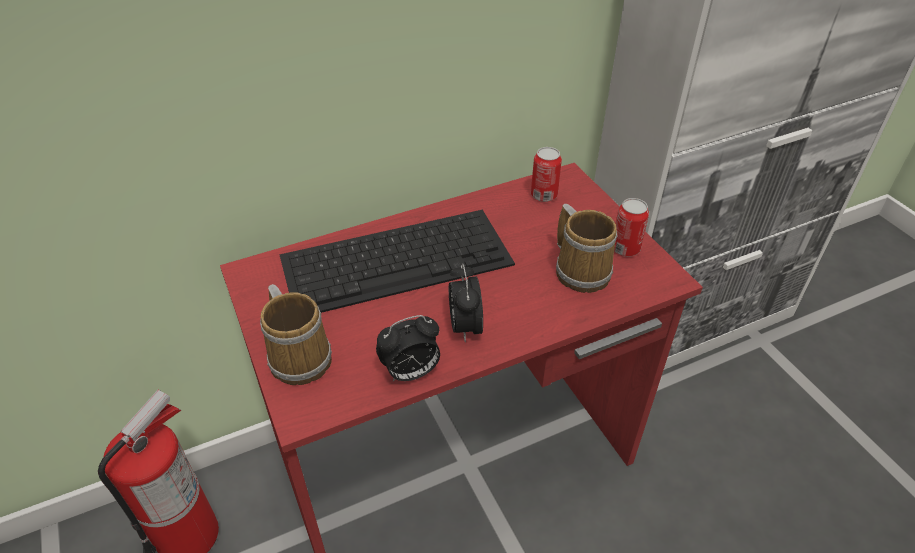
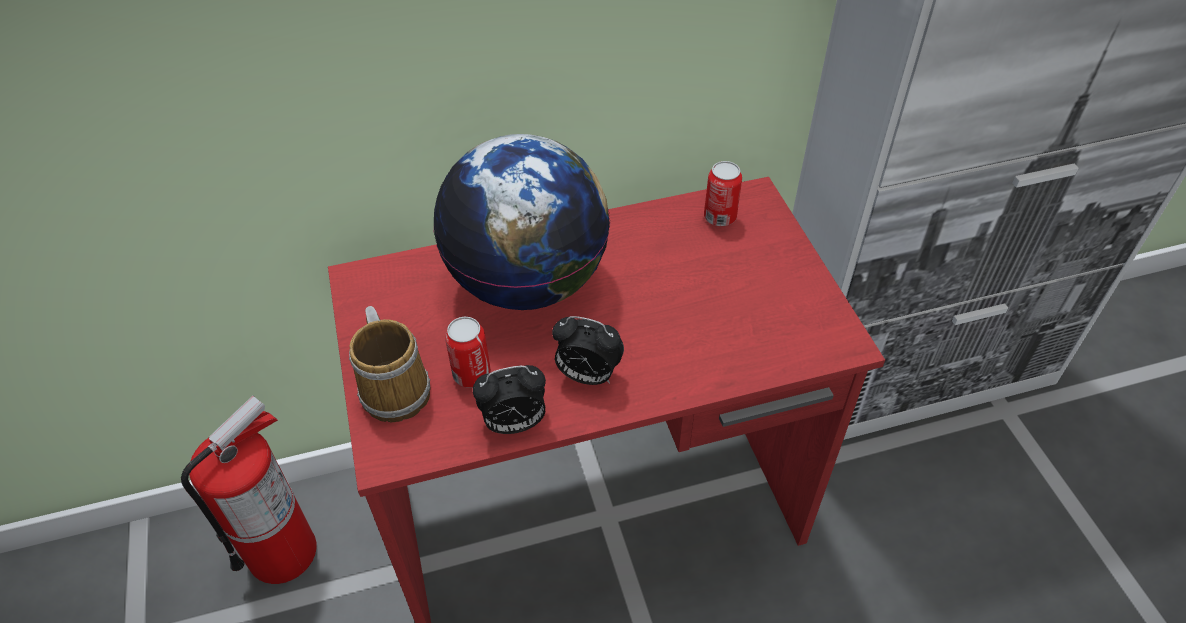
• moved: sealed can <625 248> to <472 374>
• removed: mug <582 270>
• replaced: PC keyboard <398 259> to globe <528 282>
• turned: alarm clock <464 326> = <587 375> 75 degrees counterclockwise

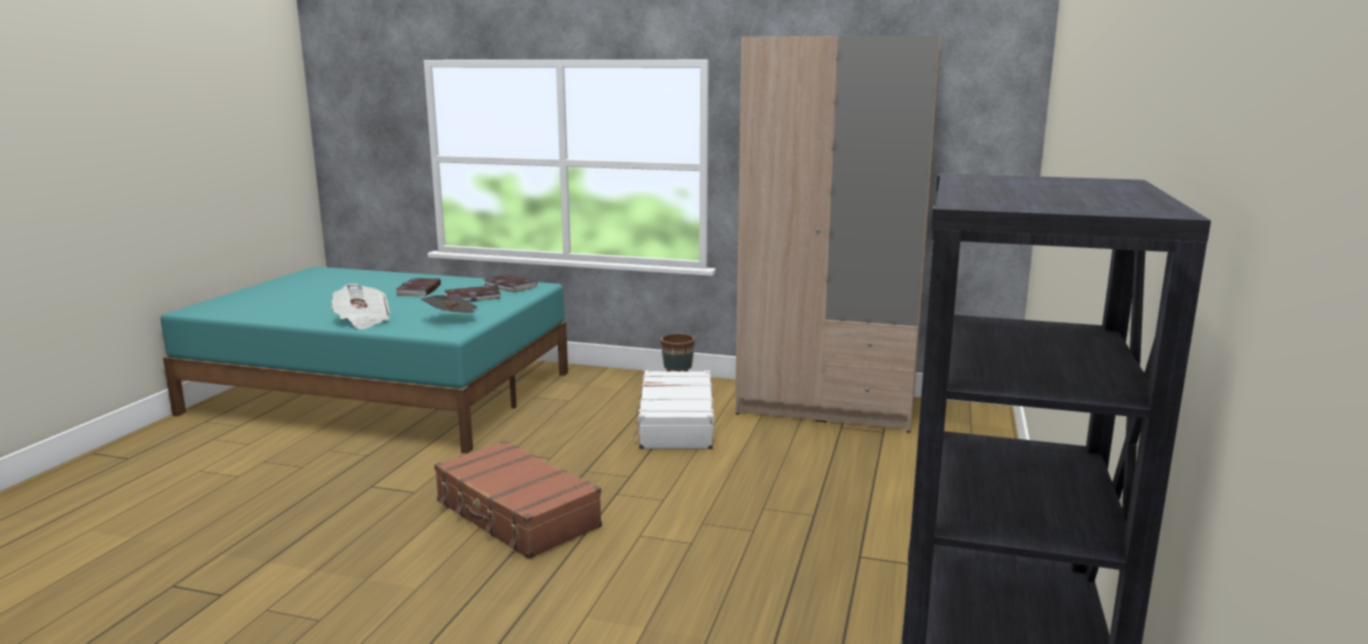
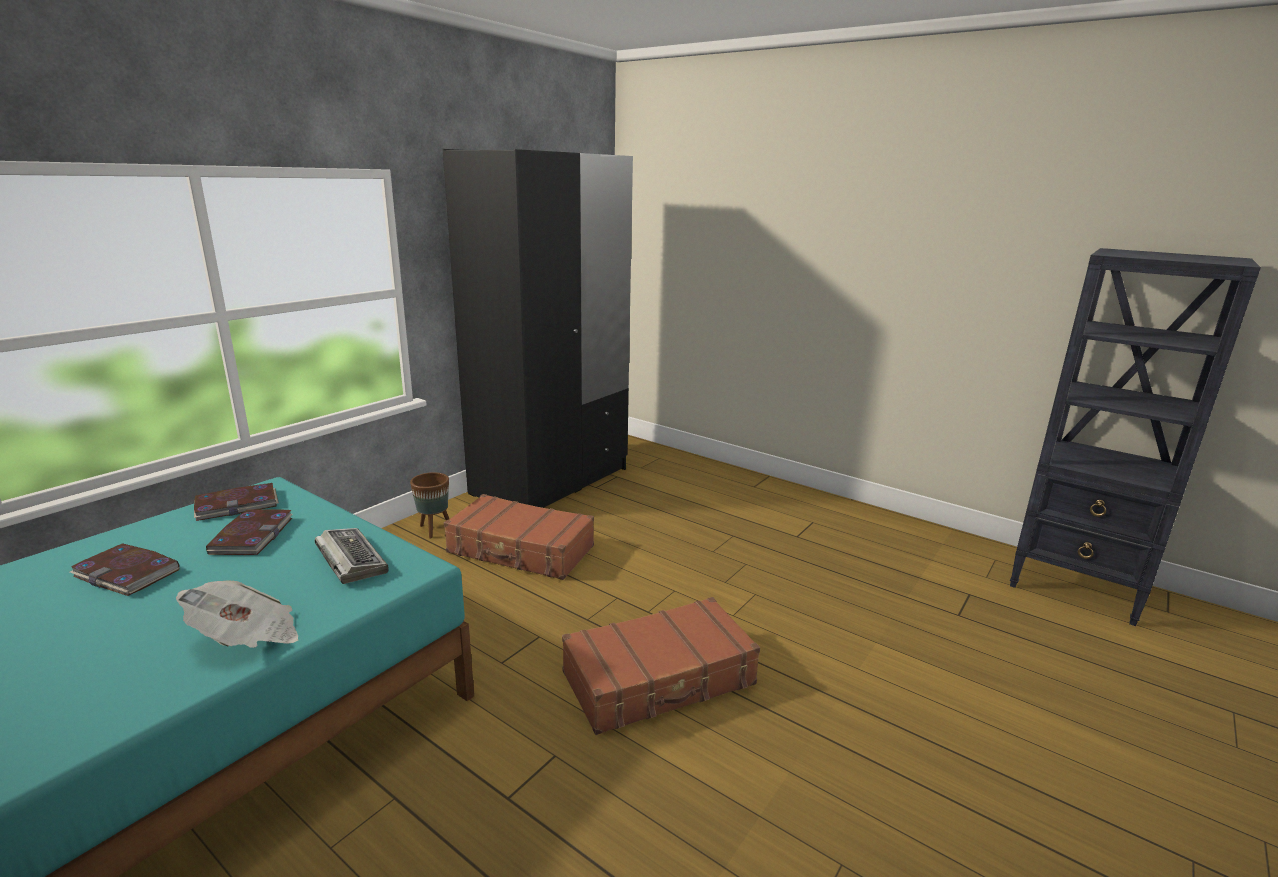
• recoloured: beige-coloured clothes cupboard <827 406> to black-coloured clothes cupboard <551 481>
• replaced: printed paper <453 319> to PC keyboard <350 560>
• recoloured: white piece of luggage <675 424> to brownish piece of luggage <520 550>

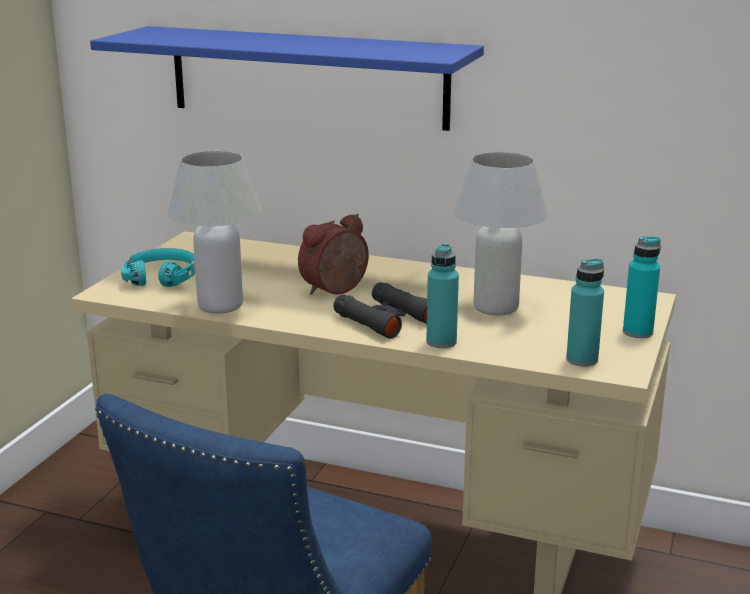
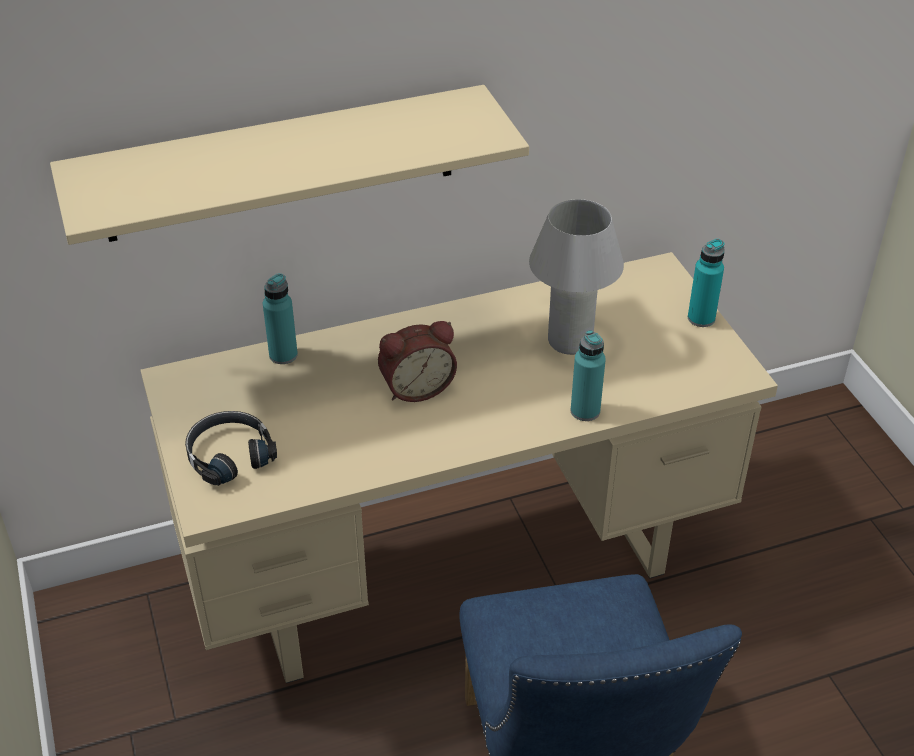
• recoloured: blue-coloured bracket shelf <307 77> to beige-coloured bracket shelf <280 164>
• removed: white tabletop lamp <220 306>
• turned: alarm clock <336 290> = <416 387> 120 degrees counterclockwise
• recoloured: turquoise-coloured headset <162 277> to black-coloured headset <229 454>
• moved: turquoise-coloured drink bottle <582 360> to <283 355>
• removed: black-coloured field glasses <385 319>

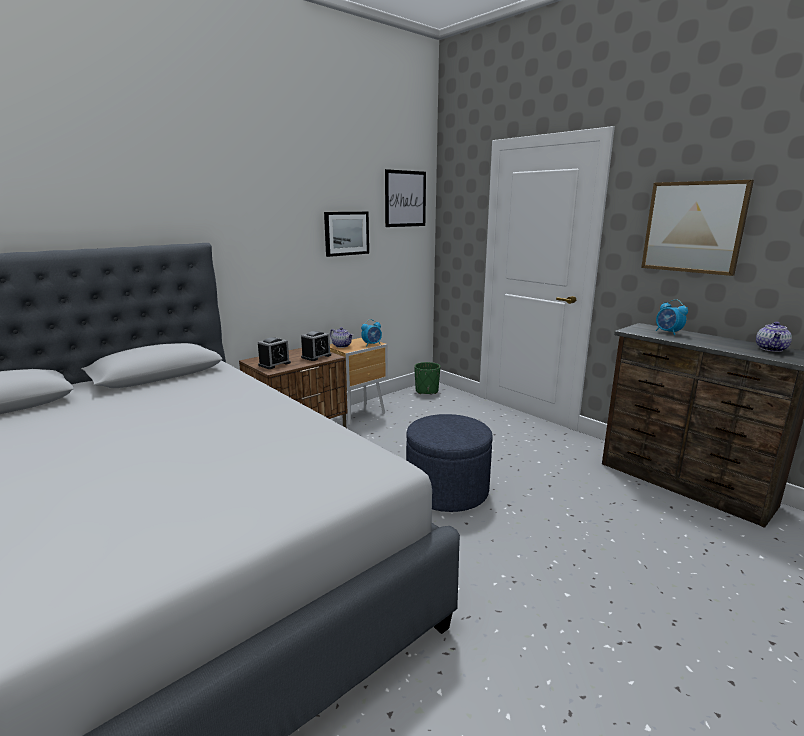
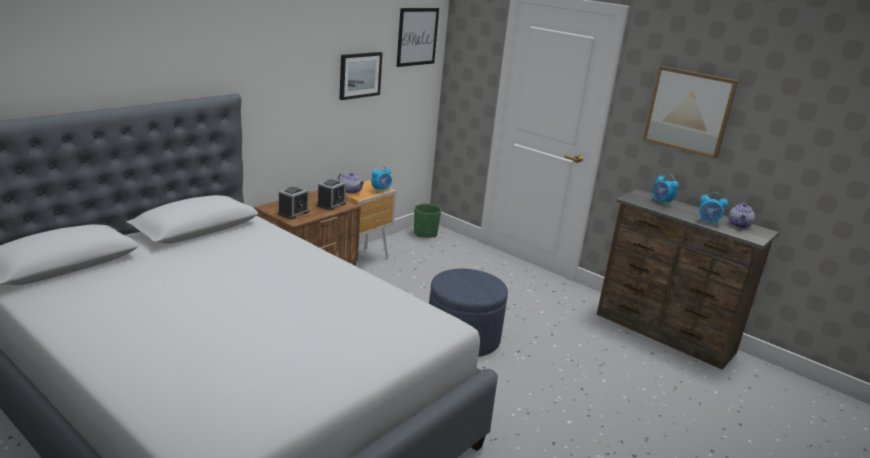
• added: alarm clock <708 222>

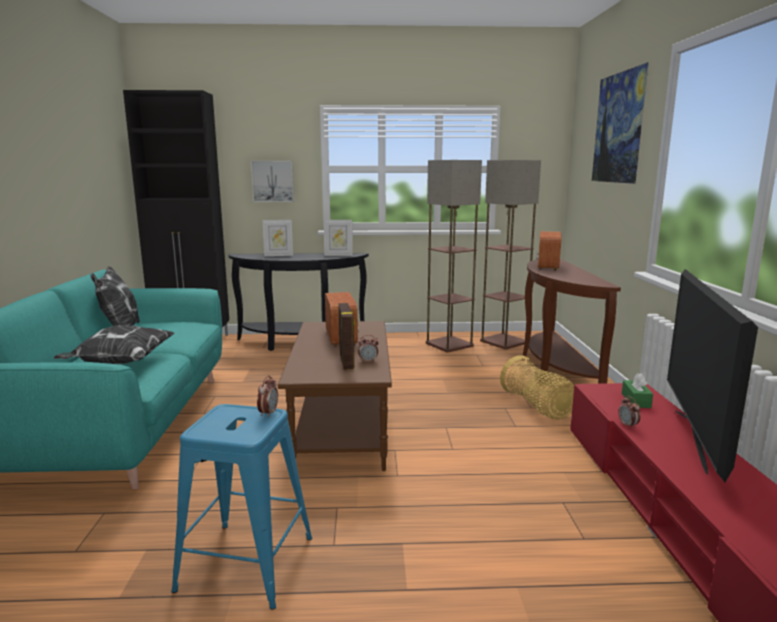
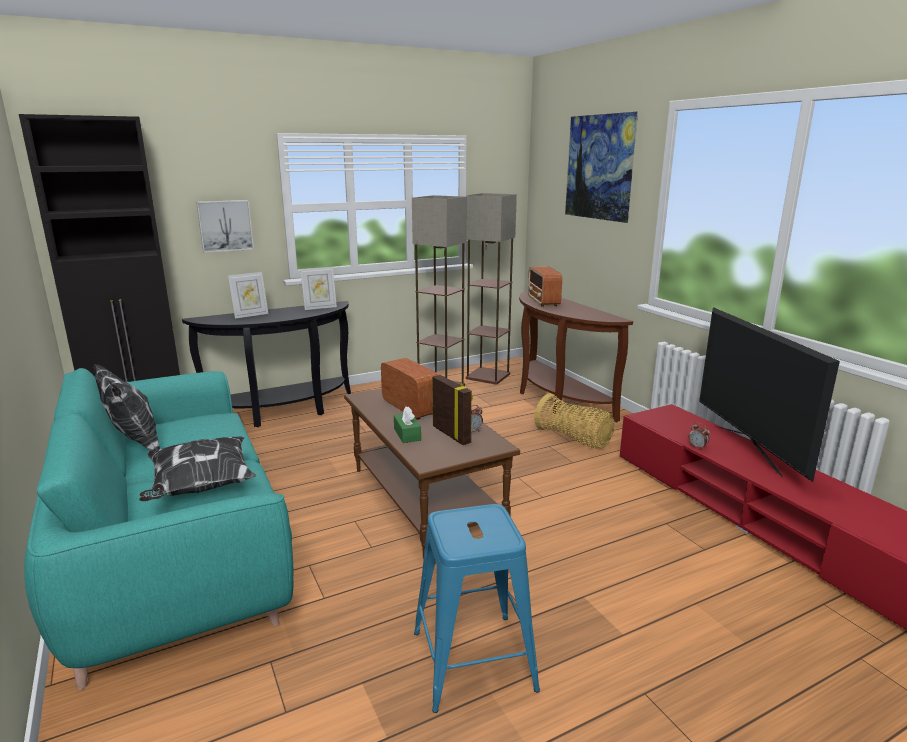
• moved: green box of tissues <636 400> to <407 434>
• removed: alarm clock <268 413>

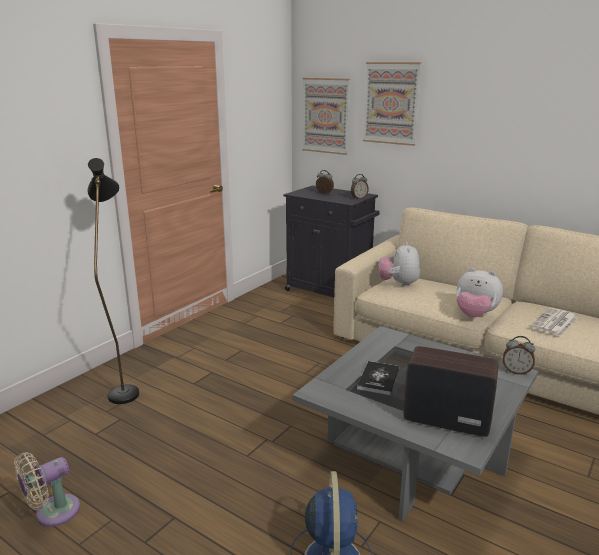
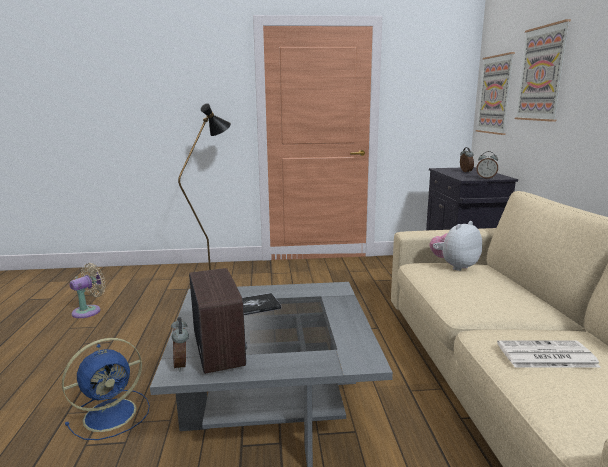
• removed: cuddly toy <475 315>
• moved: alarm clock <516 371> to <182 364>
• turned: beige-coloured cooling fan <53 513> = <89 311> 120 degrees clockwise

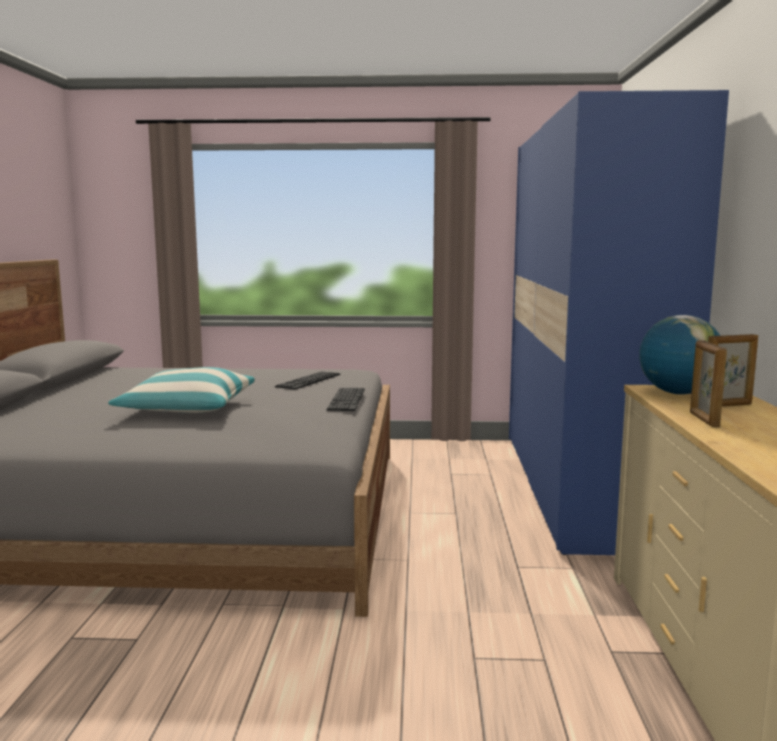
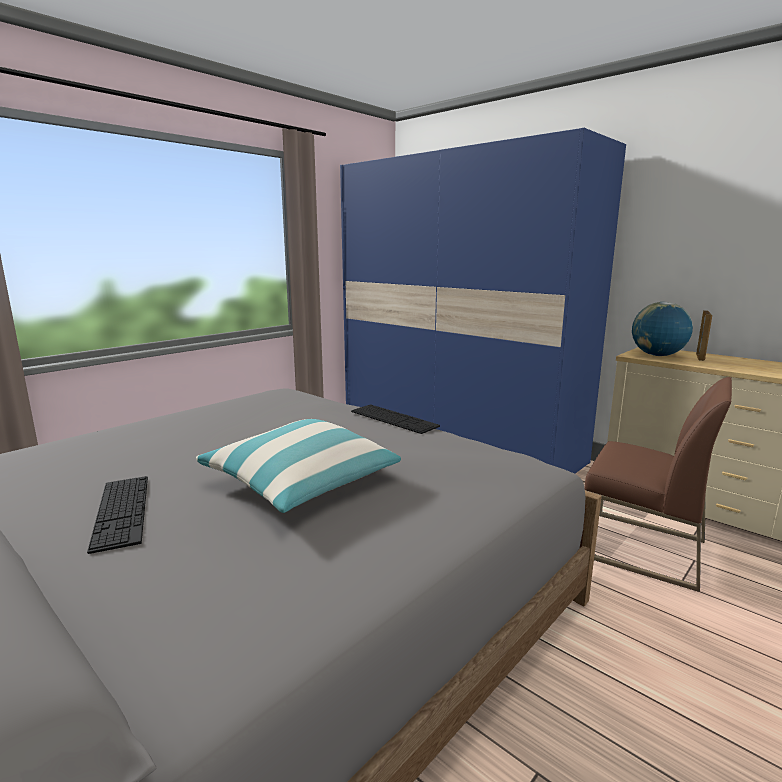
• removed: standing frame <703 420>
• moved: PC keyboard <308 380> to <121 511>
• added: brownish plain chair <641 548>

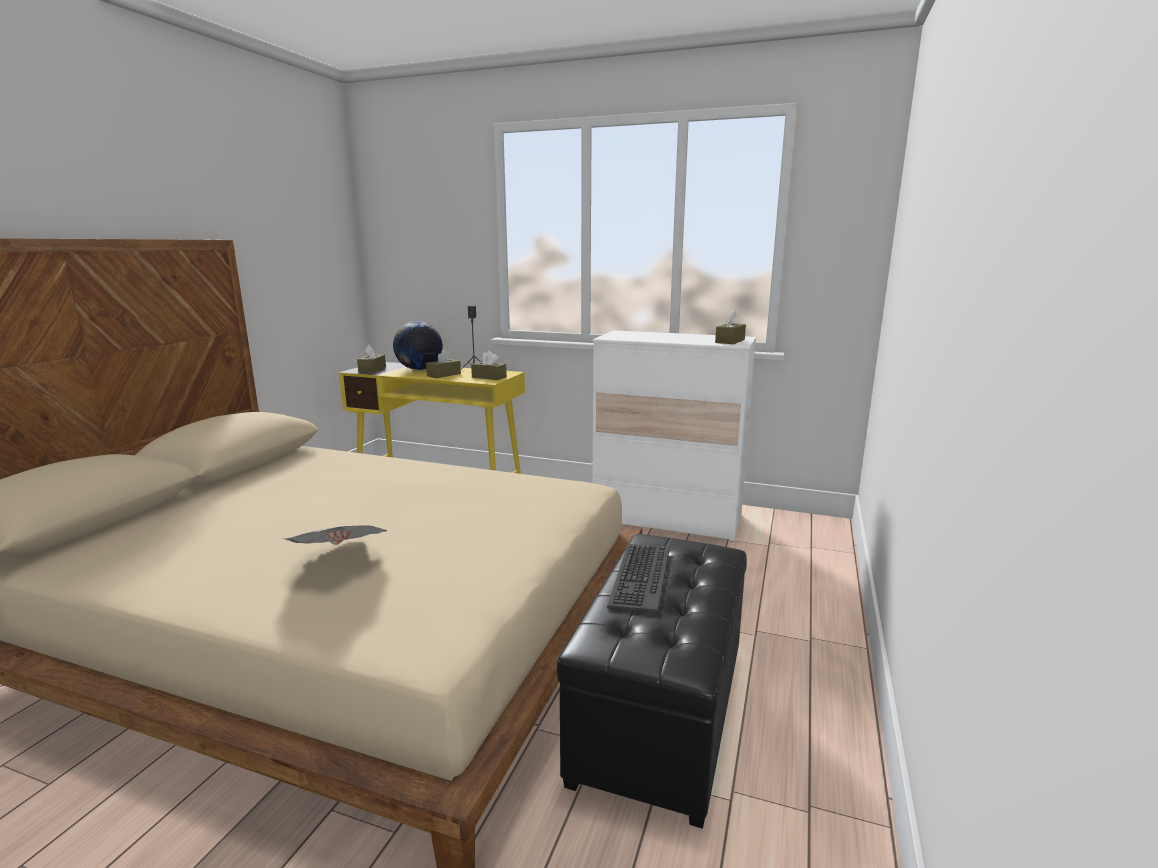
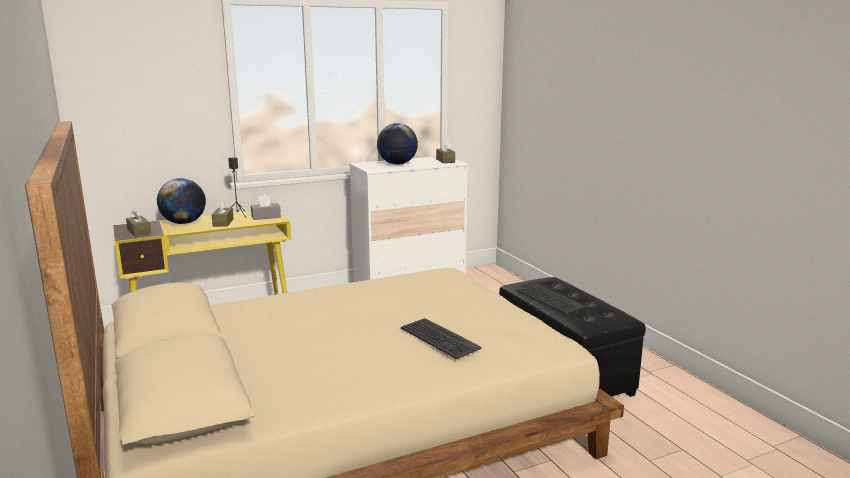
• recoloured: brownish box of tissues <489 377> to grey box of tissues <266 217>
• replaced: printed paper <340 559> to PC keyboard <438 339>
• added: globe <397 164>

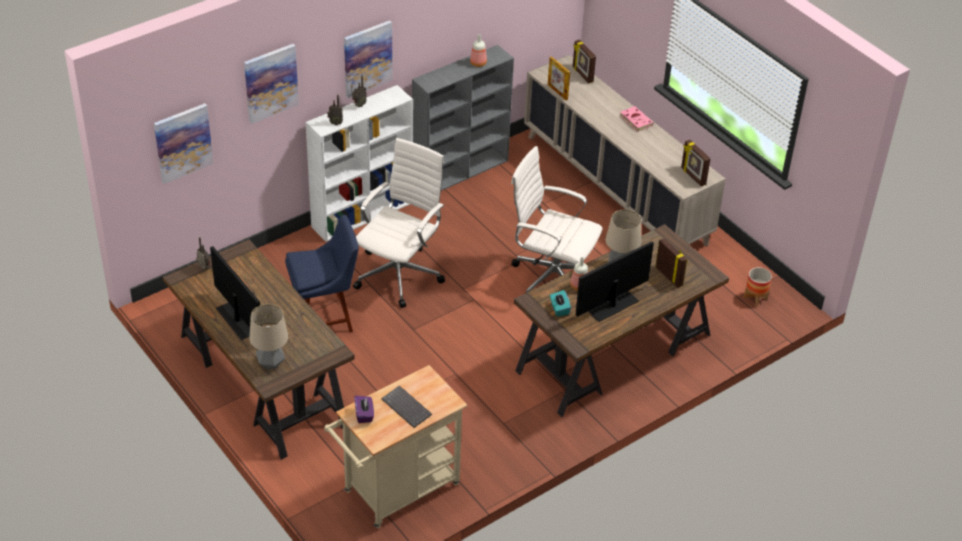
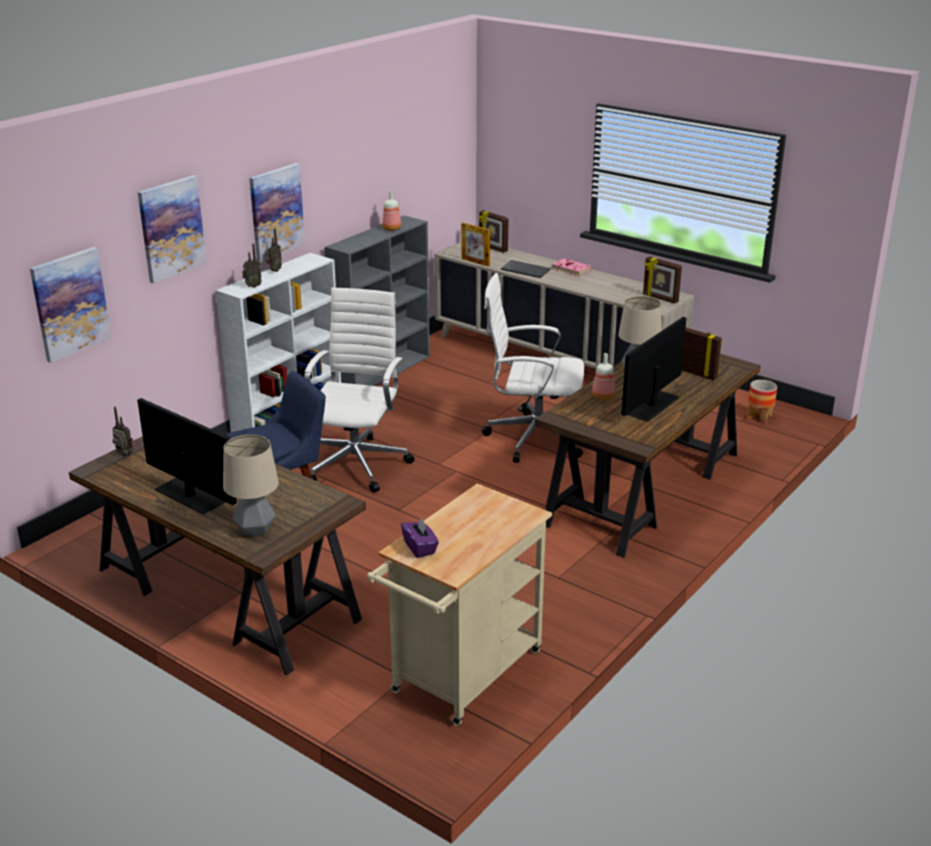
• removed: turquoise-coloured box of tissues <559 309>
• moved: PC keyboard <407 407> to <526 270>

